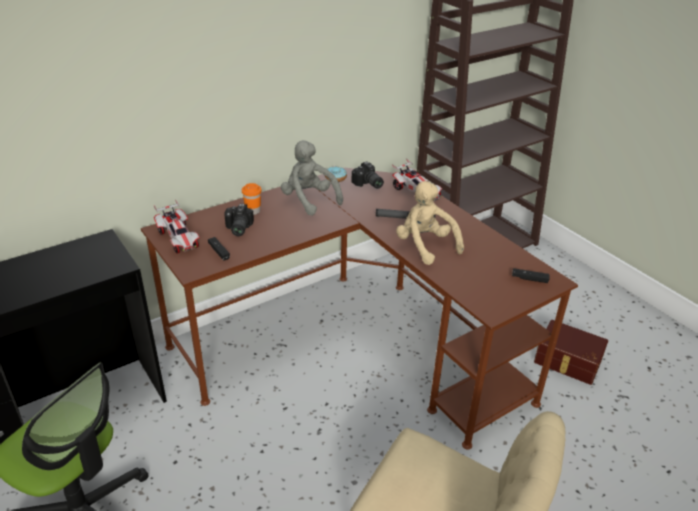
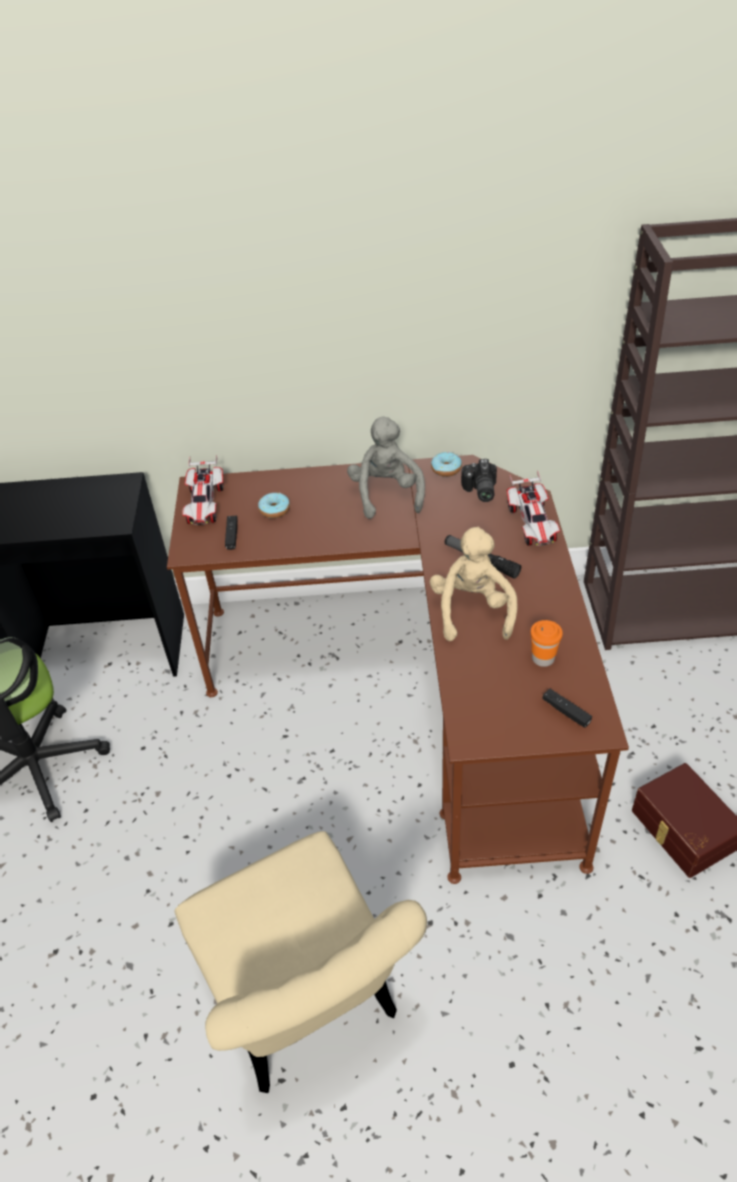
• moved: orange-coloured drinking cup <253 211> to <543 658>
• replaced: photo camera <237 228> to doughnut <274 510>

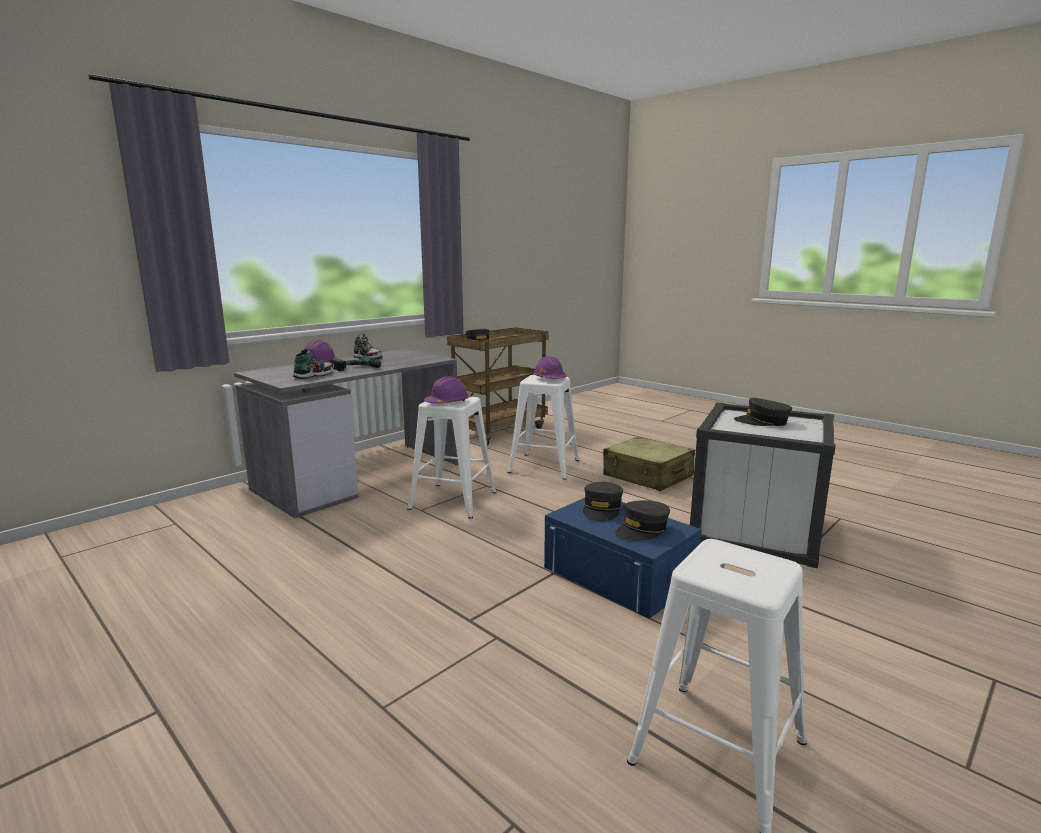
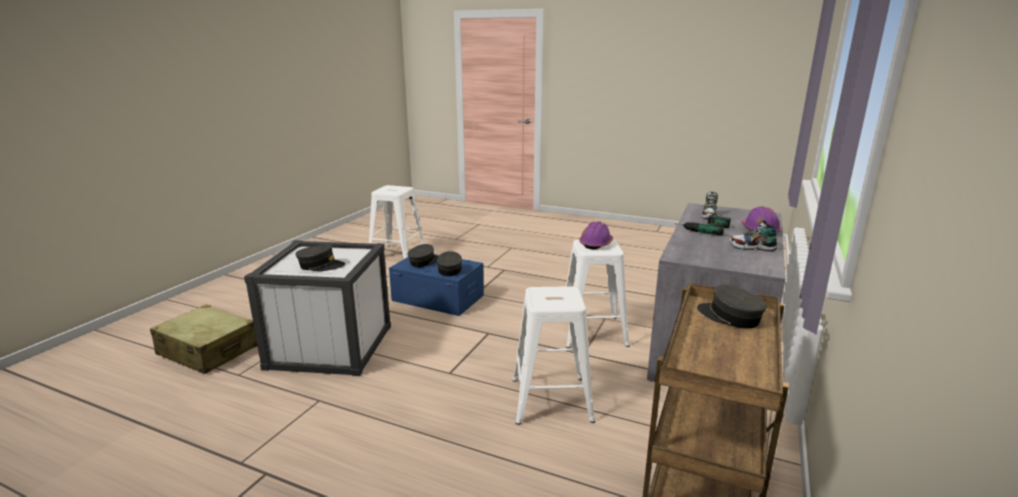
• removed: purple work helmet <549 378>
• moved: beige-coloured piece of luggage <648 476> to <208 351>

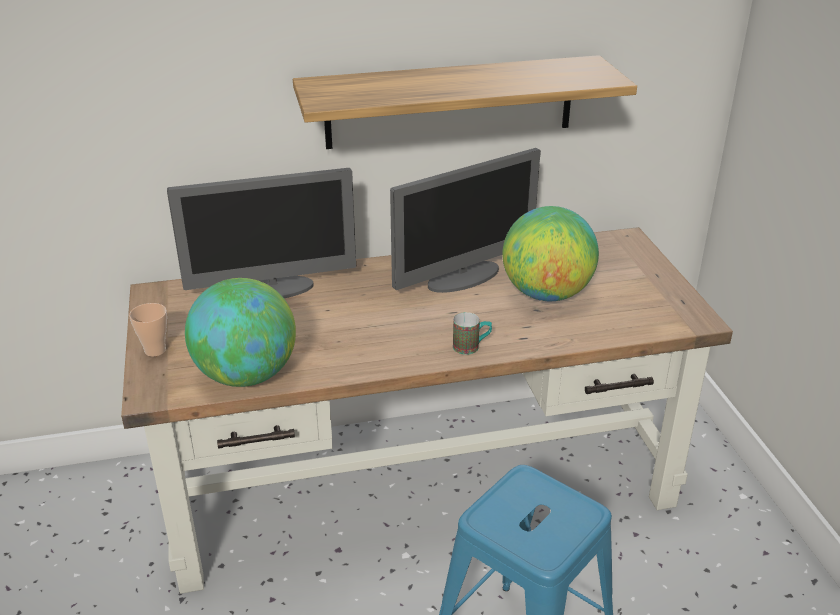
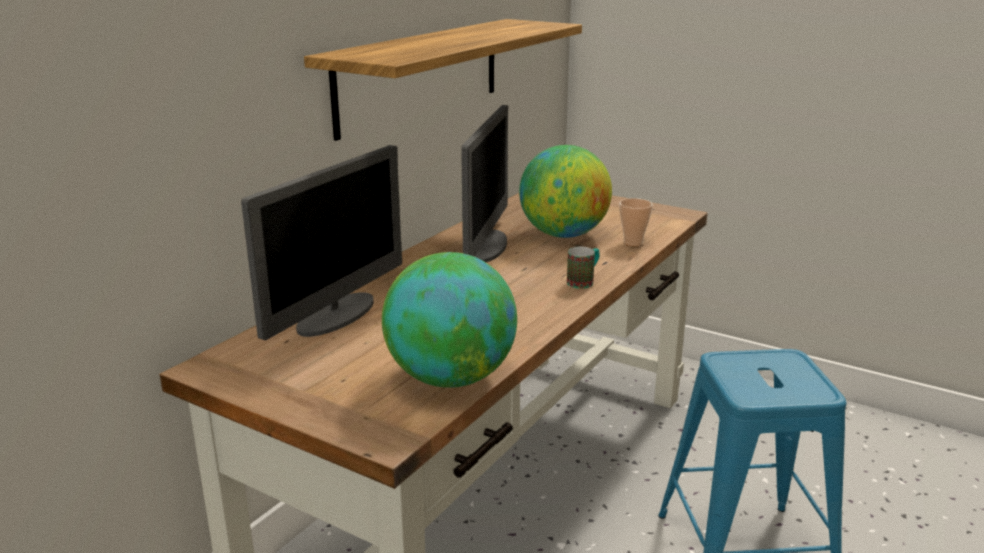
• moved: drinking cup <155 350> to <633 243>

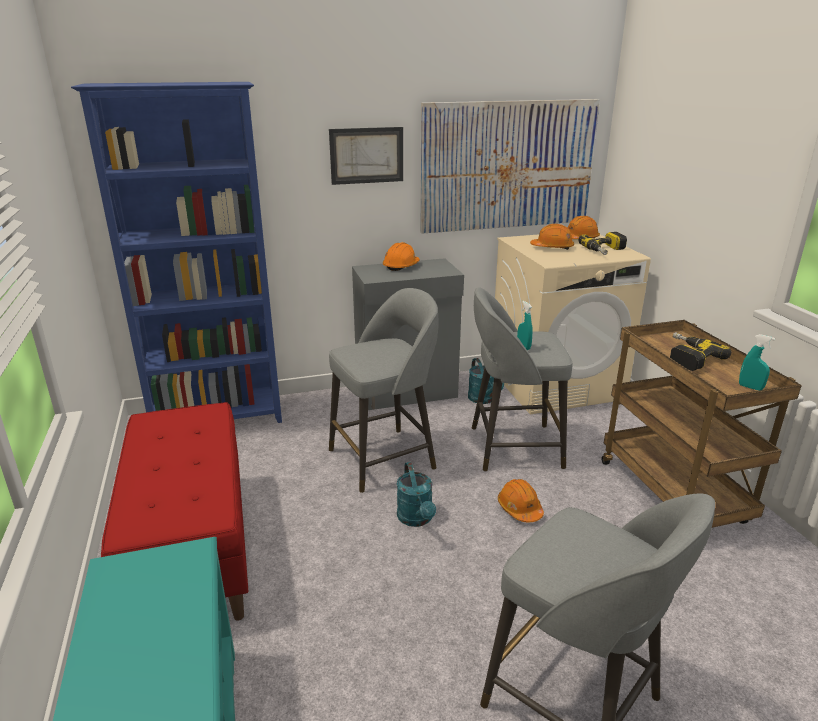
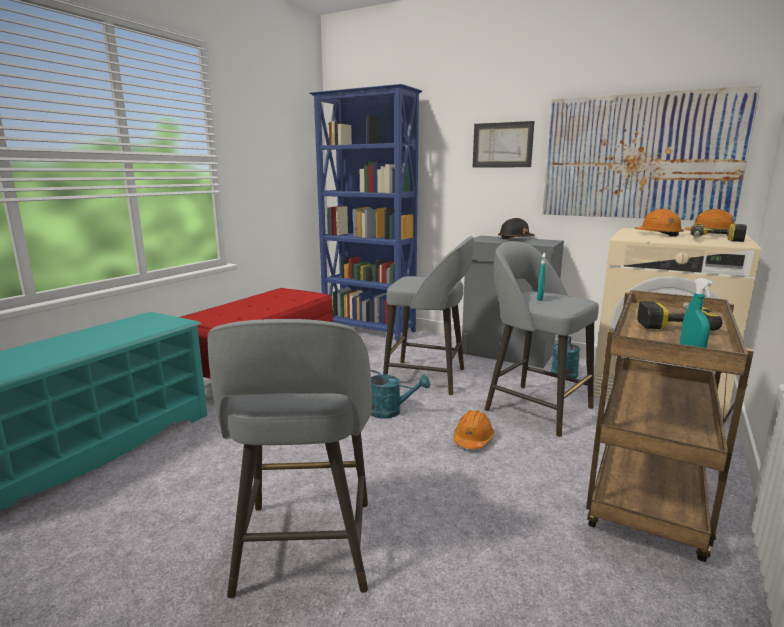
• recoloured: orange-coloured work helmet <401 266> to black-coloured work helmet <515 239>
• turned: turquoise-coloured watering pot <417 519> = <391 412> 105 degrees counterclockwise

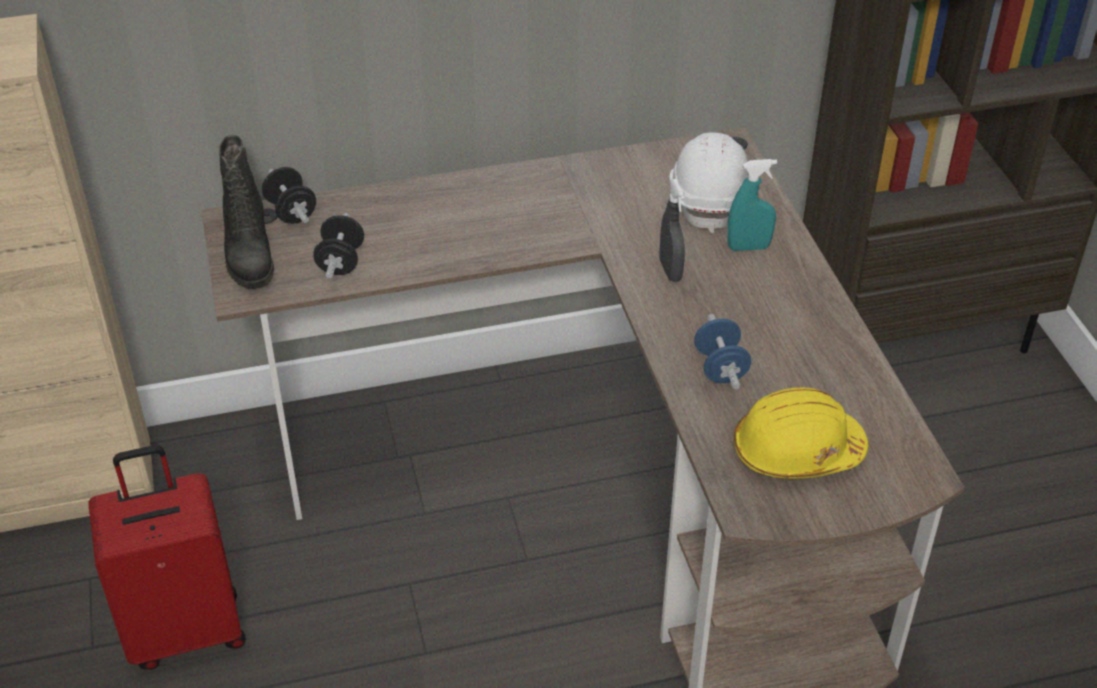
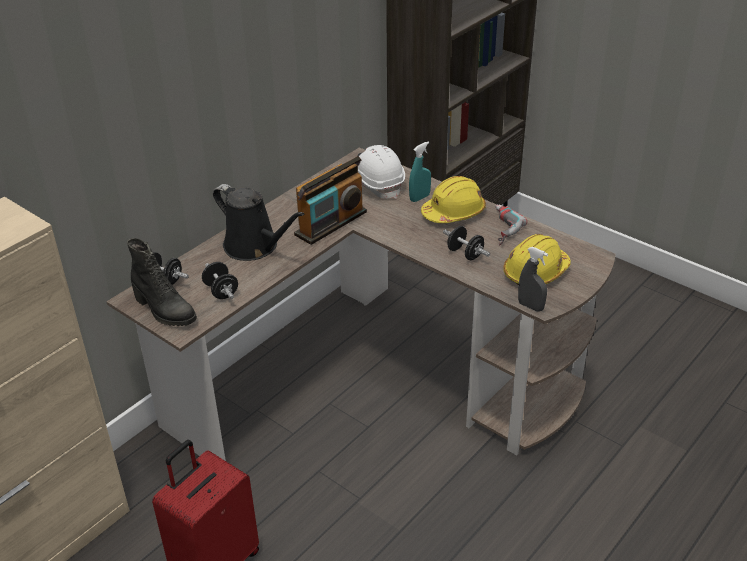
• moved: grey spray bottle <670 271> to <530 306>
• recoloured: blue-coloured dumbbell <720 368> to black-coloured dumbbell <465 254>
• added: radio <331 223>
• added: yellow-coloured work helmet <453 212>
• added: black-coloured watering pot <255 246>
• added: drill <498 228>

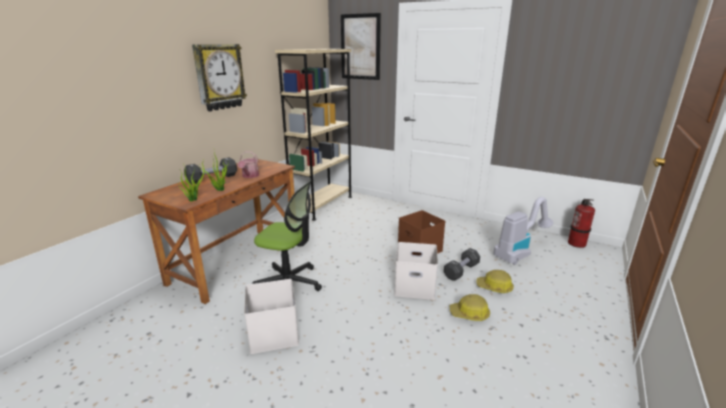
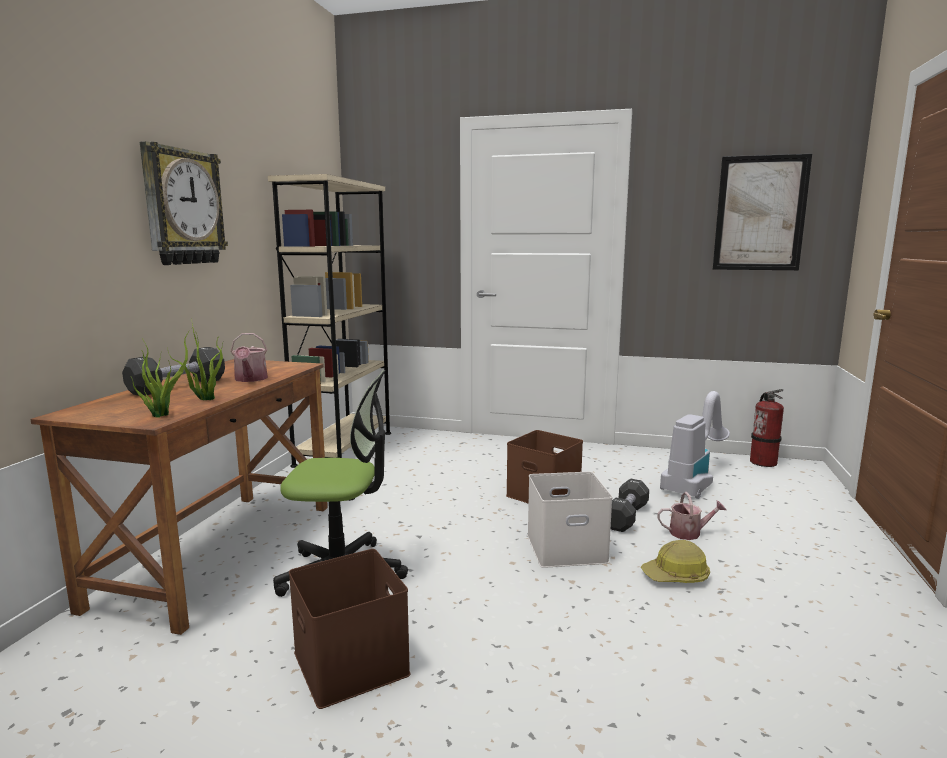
• moved: picture <360 47> to <760 213>
• replaced: work helmet <494 287> to watering pot <689 533>
• recoloured: white storage box <272 332> to brownish storage box <348 662>

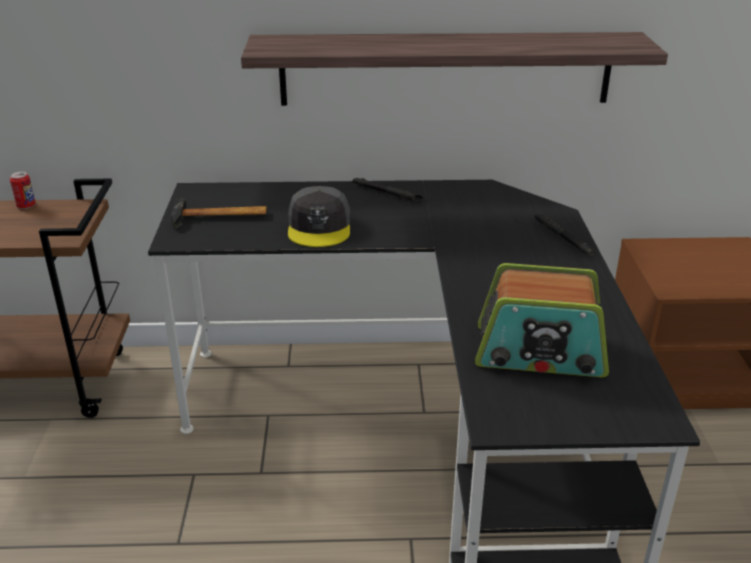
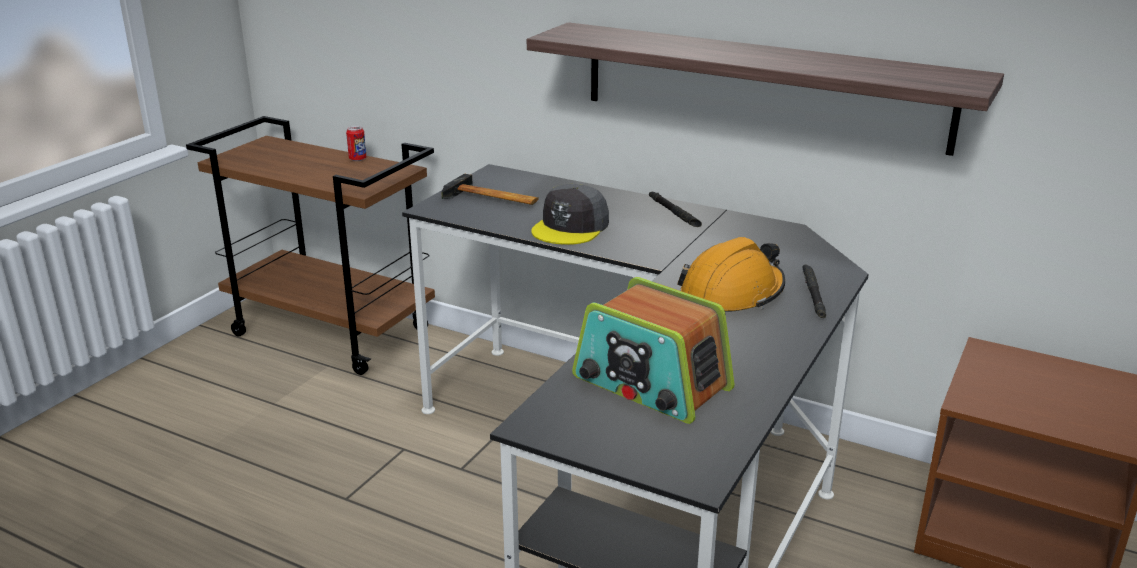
• added: orange-coloured work helmet <732 294>

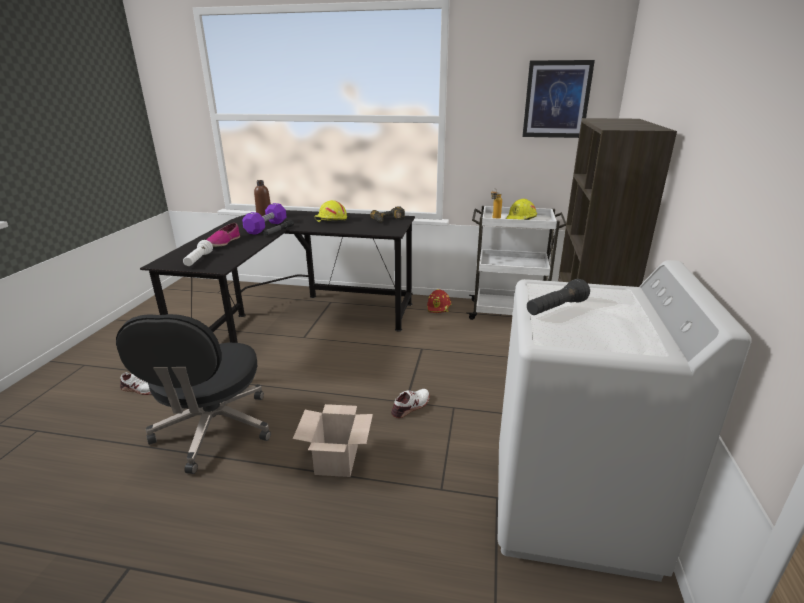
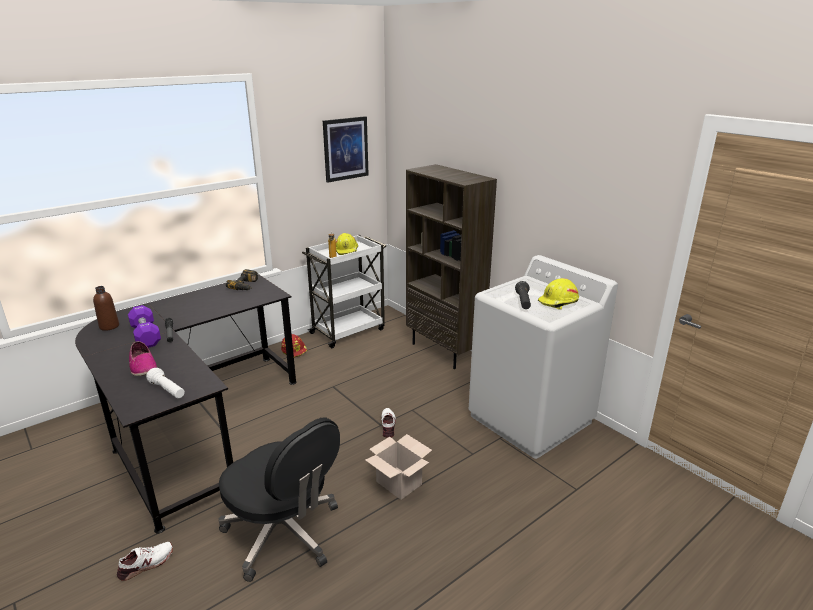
• moved: yellow-coloured work helmet <330 220> to <558 302>

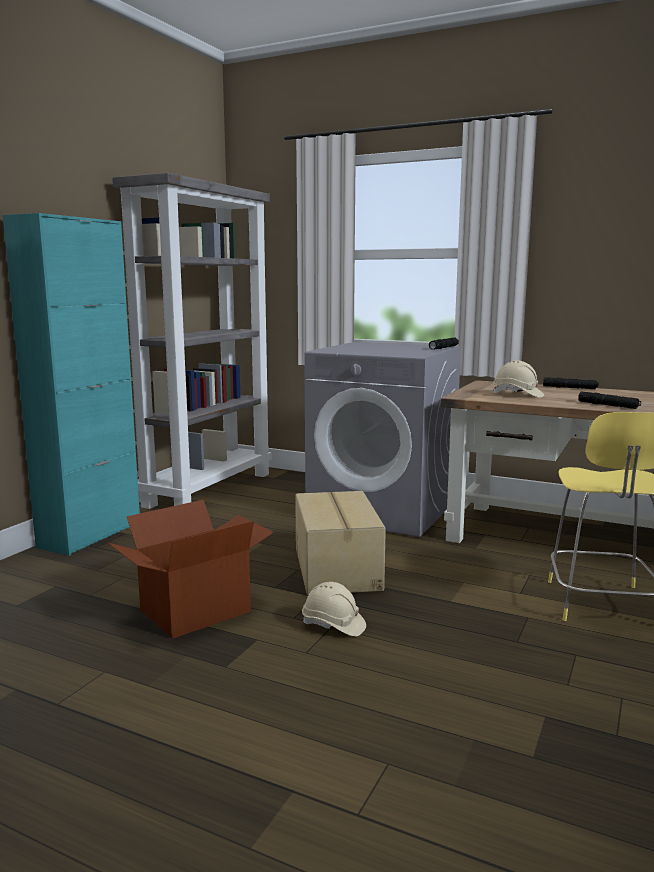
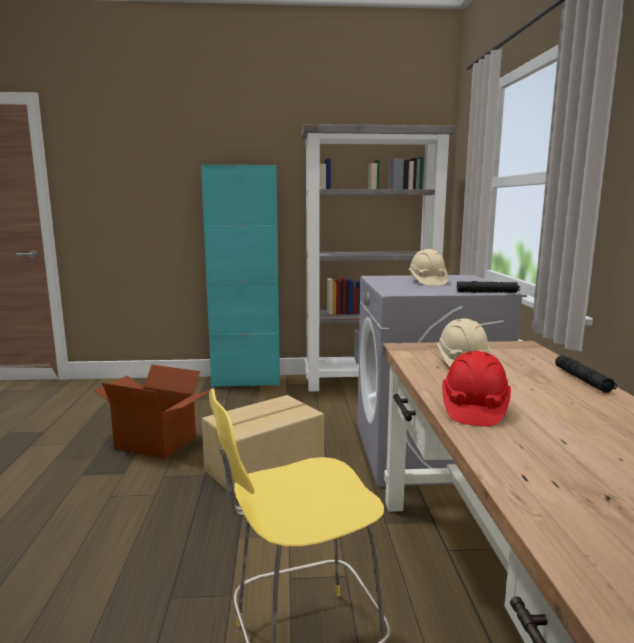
• replaced: black-coloured torch <608 405> to red-coloured work helmet <473 409>
• moved: beige-coloured work helmet <333 625> to <427 282>

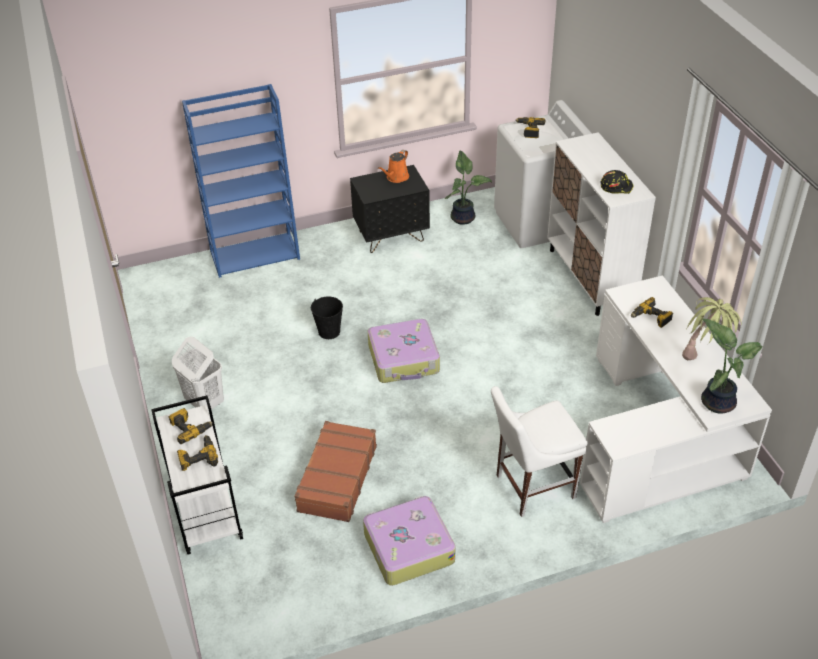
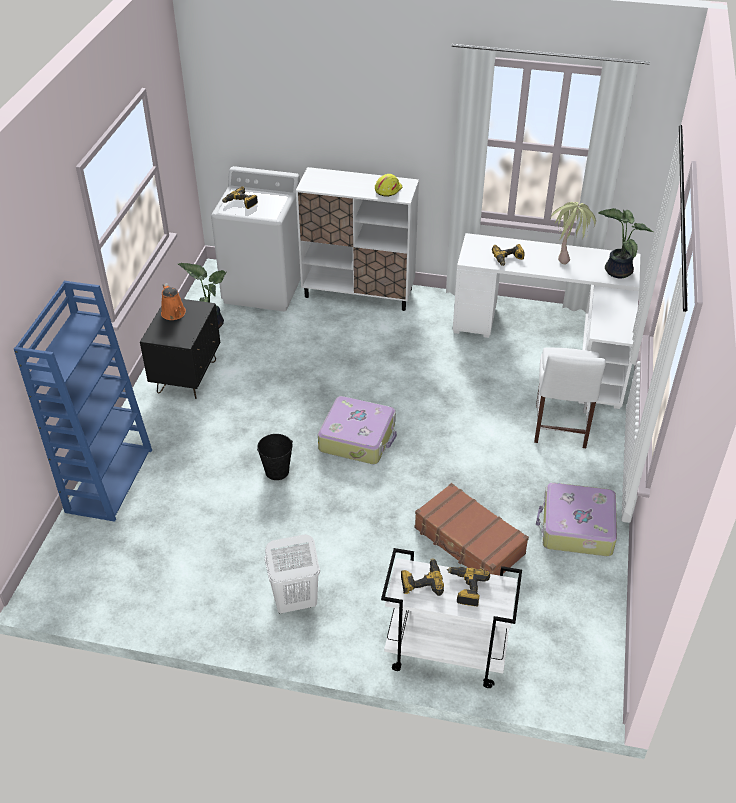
• recoloured: black-coloured work helmet <616 186> to yellow-coloured work helmet <387 189>

